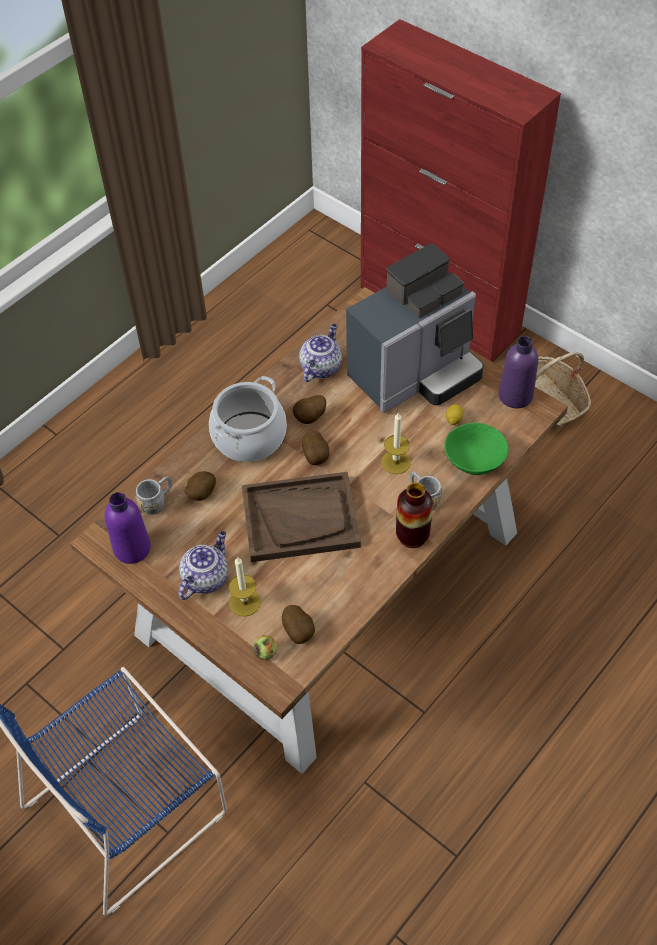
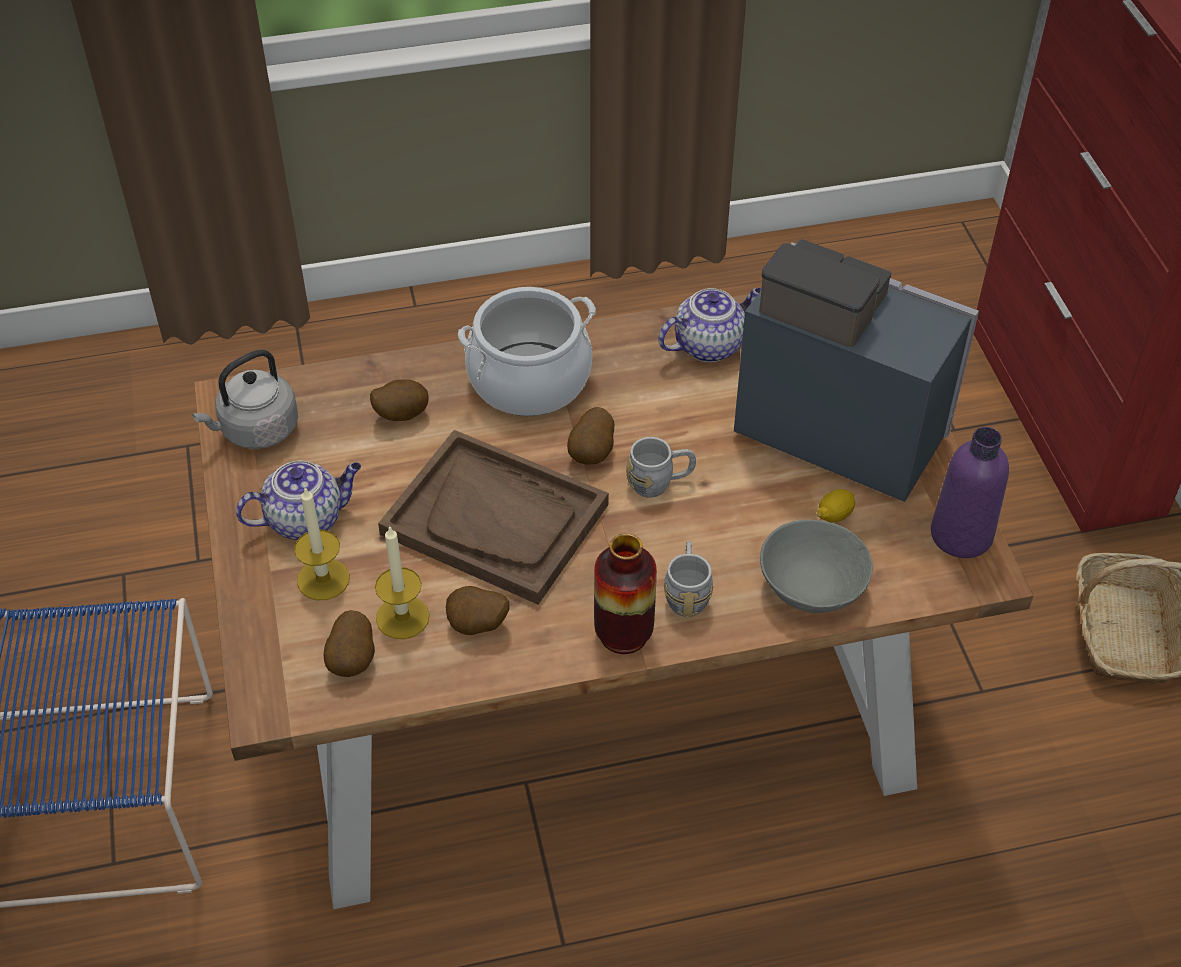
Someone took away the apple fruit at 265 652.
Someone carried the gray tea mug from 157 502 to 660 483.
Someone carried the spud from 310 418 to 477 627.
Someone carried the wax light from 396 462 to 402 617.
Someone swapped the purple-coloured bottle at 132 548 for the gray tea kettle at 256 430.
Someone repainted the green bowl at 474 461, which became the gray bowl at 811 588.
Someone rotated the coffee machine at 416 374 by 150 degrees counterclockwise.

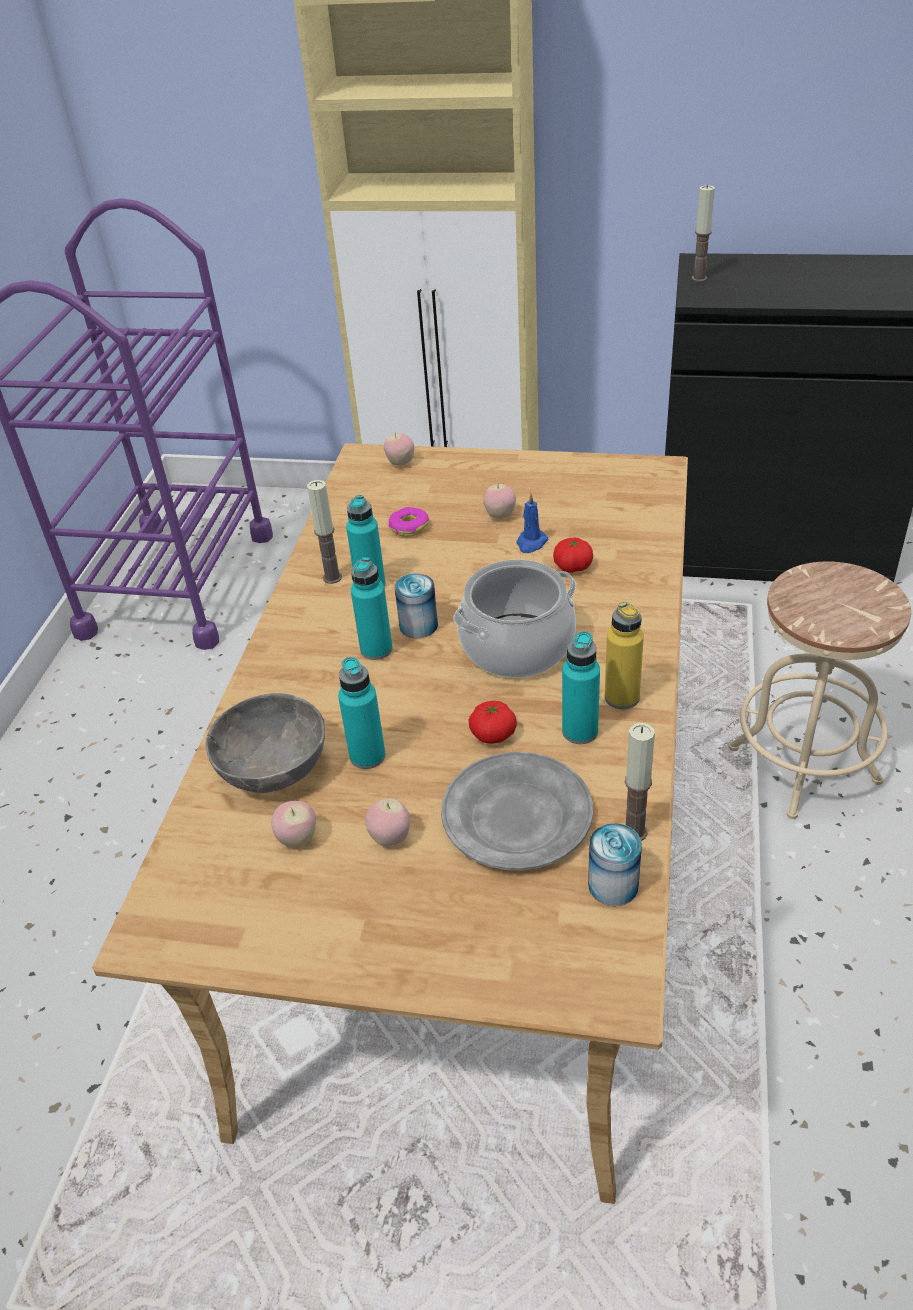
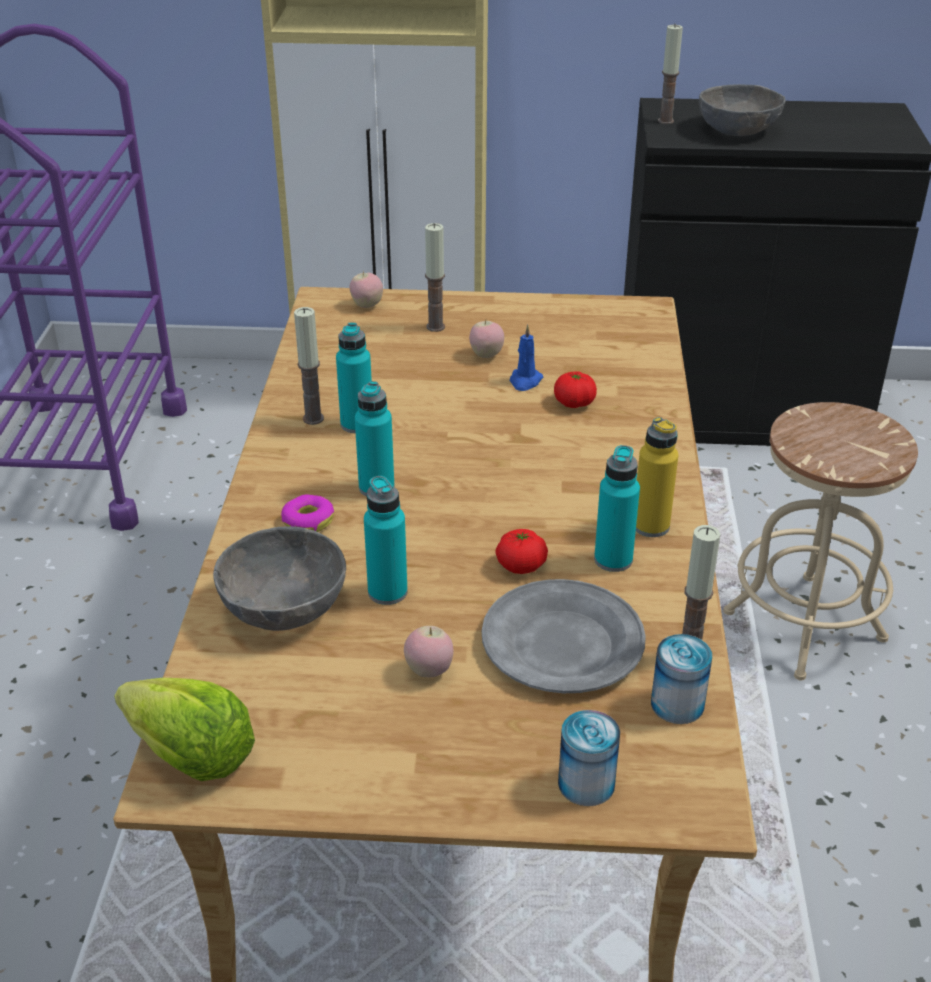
Someone took away the apple fruit at 298 839.
Someone took away the cooking pot at 517 646.
Someone put down the lettuce at 190 756.
Someone put down the wax light at 435 327.
Someone put down the gray bowl at 738 130.
Someone carried the donut from 409 527 to 308 521.
Someone carried the can from 418 625 to 586 783.

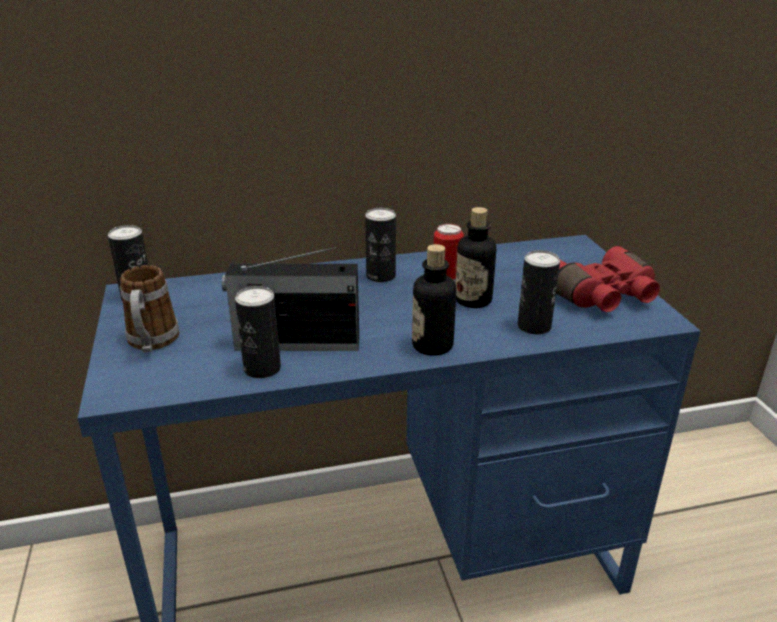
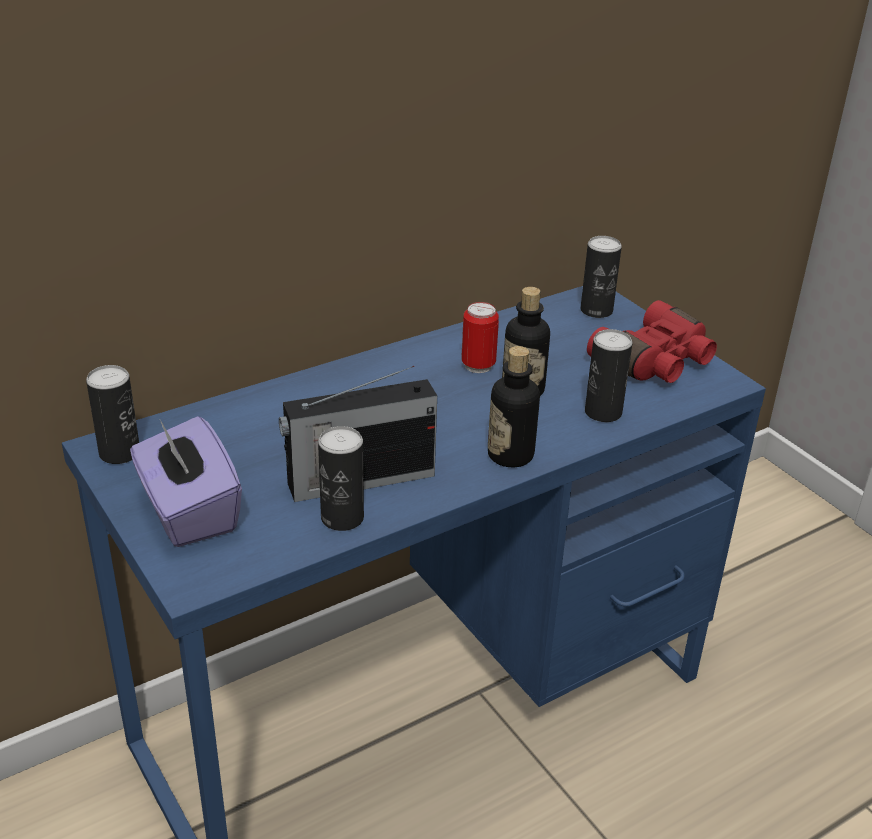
Someone carried the can from 380 276 to 596 310.
Someone swapped the tea mug at 152 344 for the purple-coloured tissue holder at 188 512.

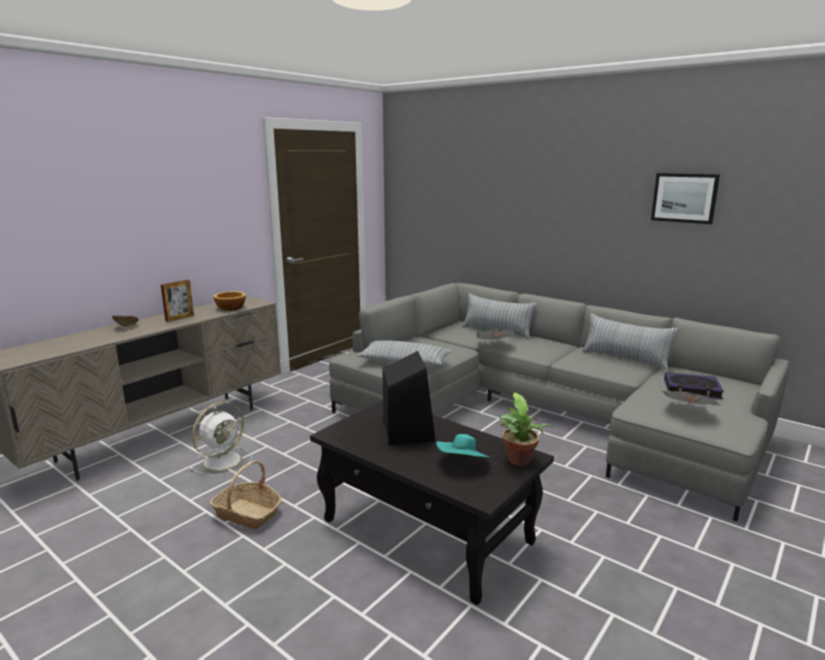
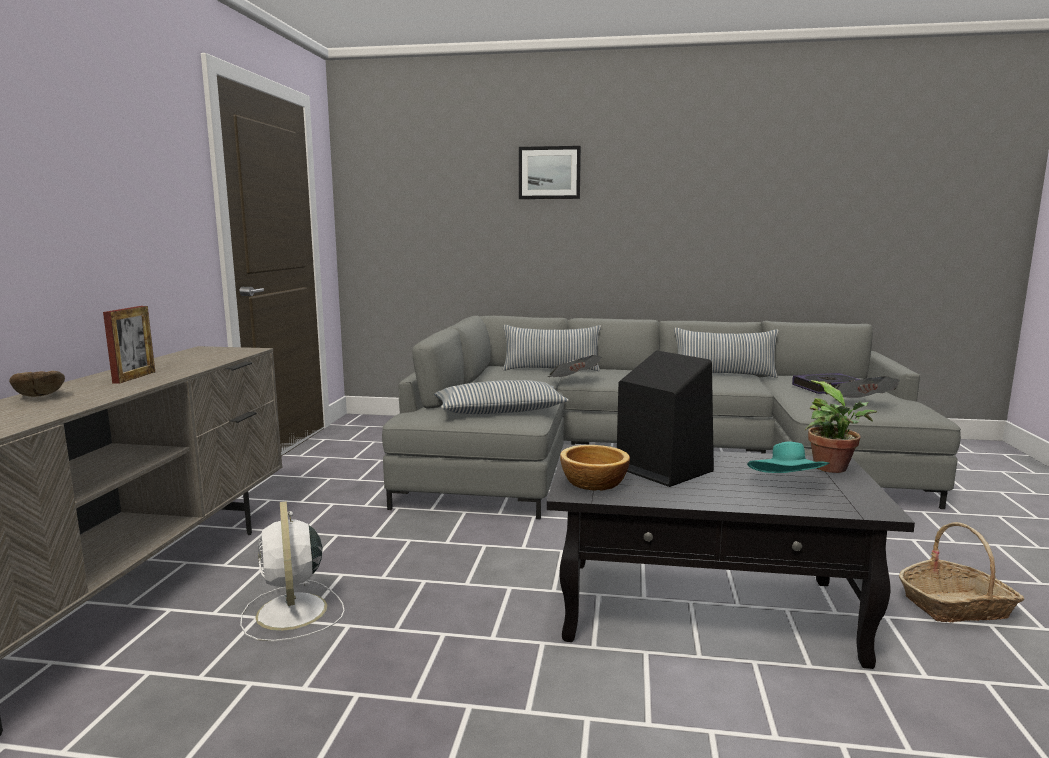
Someone carried the storage basket from 247 513 to 956 606.
Someone carried the bowl from 230 308 to 592 483.
Someone carried the picture from 684 198 to 549 173.
Someone rotated the white-coloured cooling fan at 224 460 by 150 degrees clockwise.

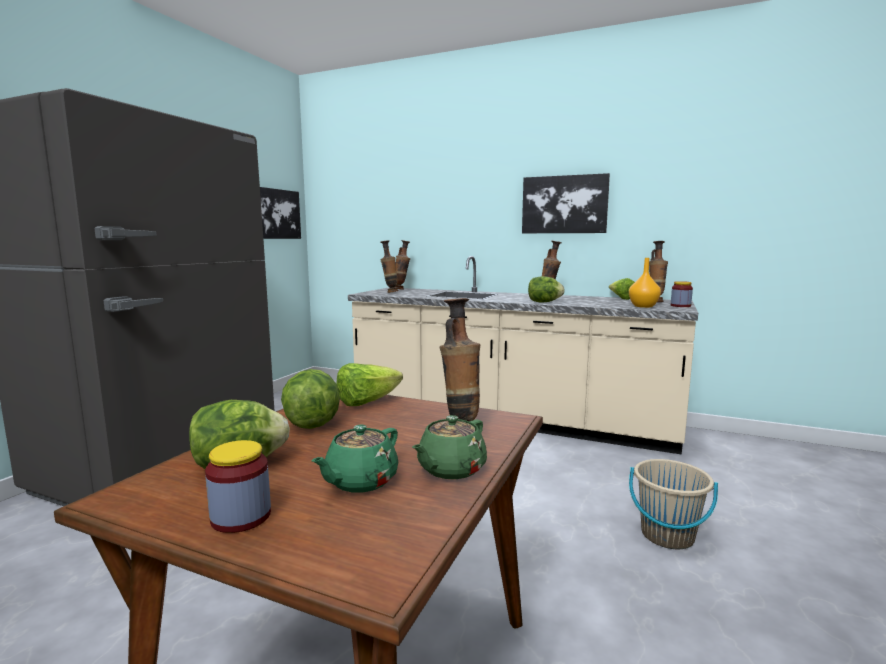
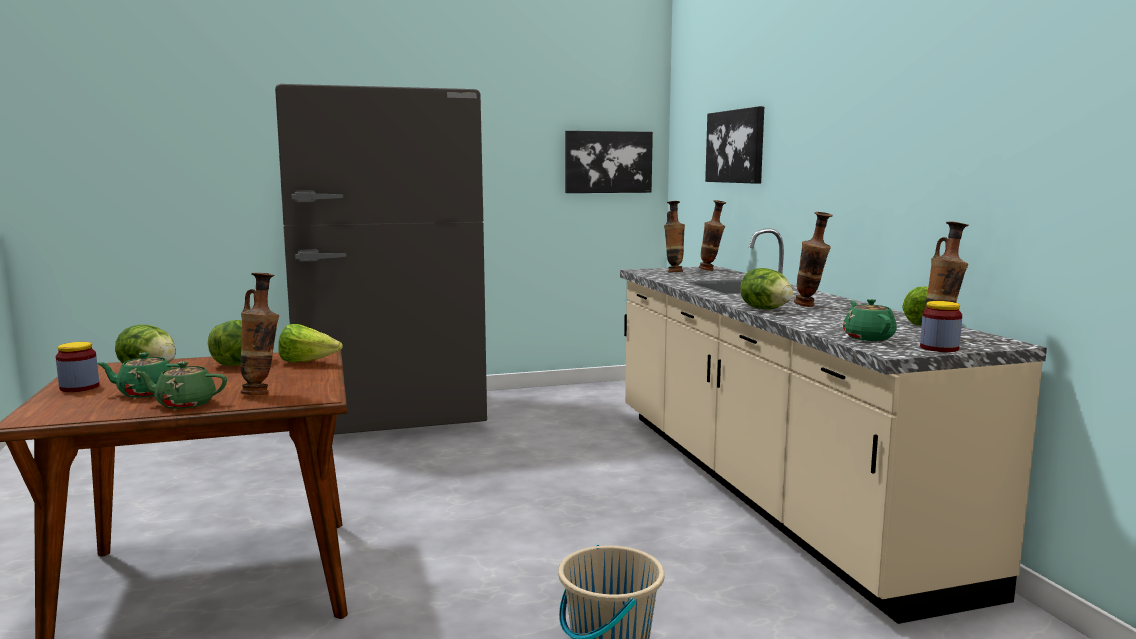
Someone carried the picture from 564 204 to 735 146.
Someone swapped the orange-coloured decorative vase at 644 306 for the green teapot at 868 338.

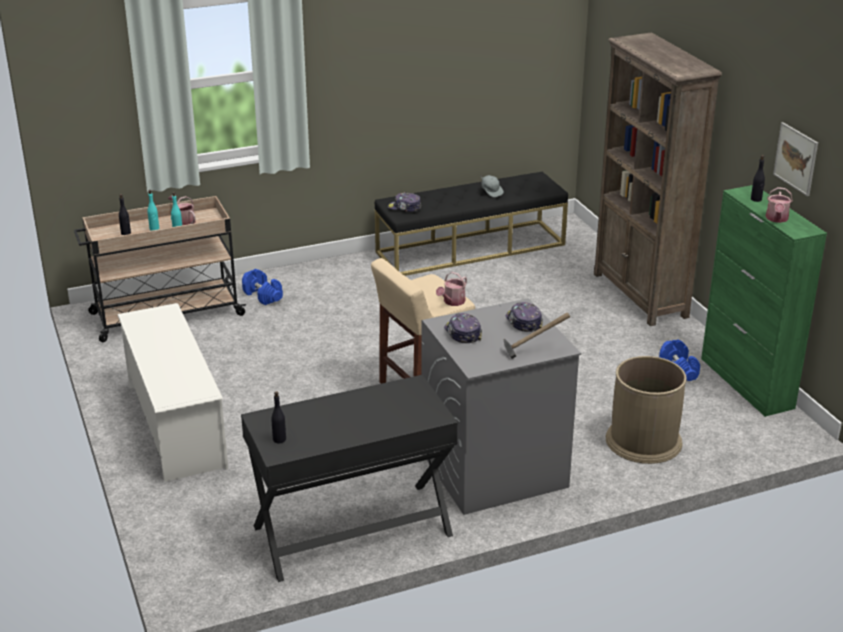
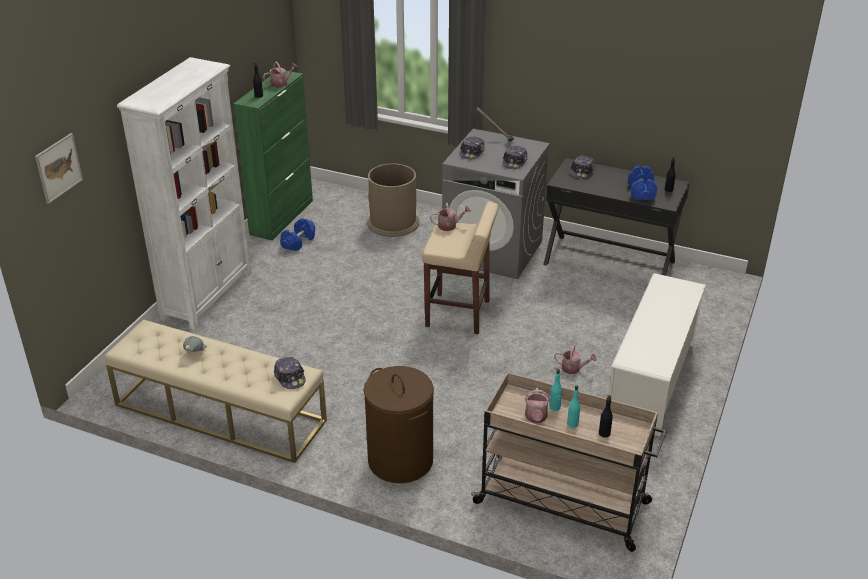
Someone put down the brown laundry basket at 400 460.
Someone put down the watering can at 573 368.
Someone put down the cap at 582 171.
Someone carried the bluish free weight from 263 296 to 641 191.
Someone carried the picture from 796 158 to 58 168.
Someone repainted the black-coloured bench at 471 248, which became the beige-coloured bench at 219 413.
Someone repainted the brown bookshelf at 640 295, which became the white-coloured bookshelf at 207 295.

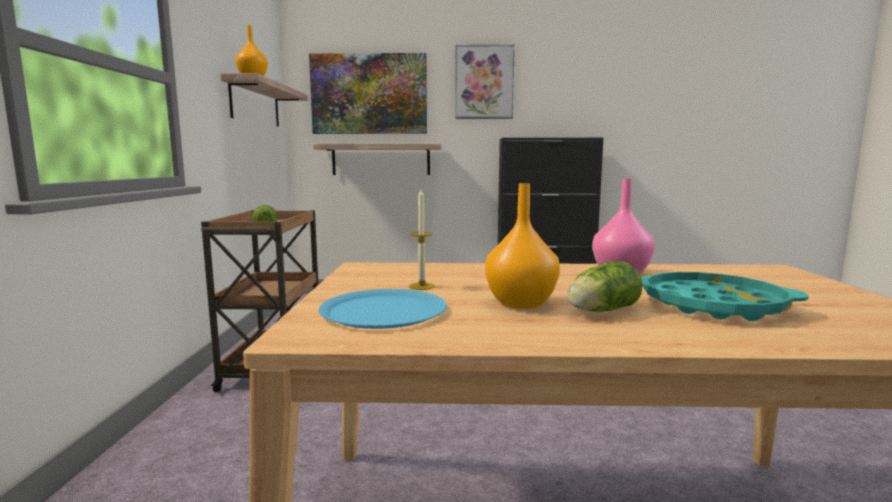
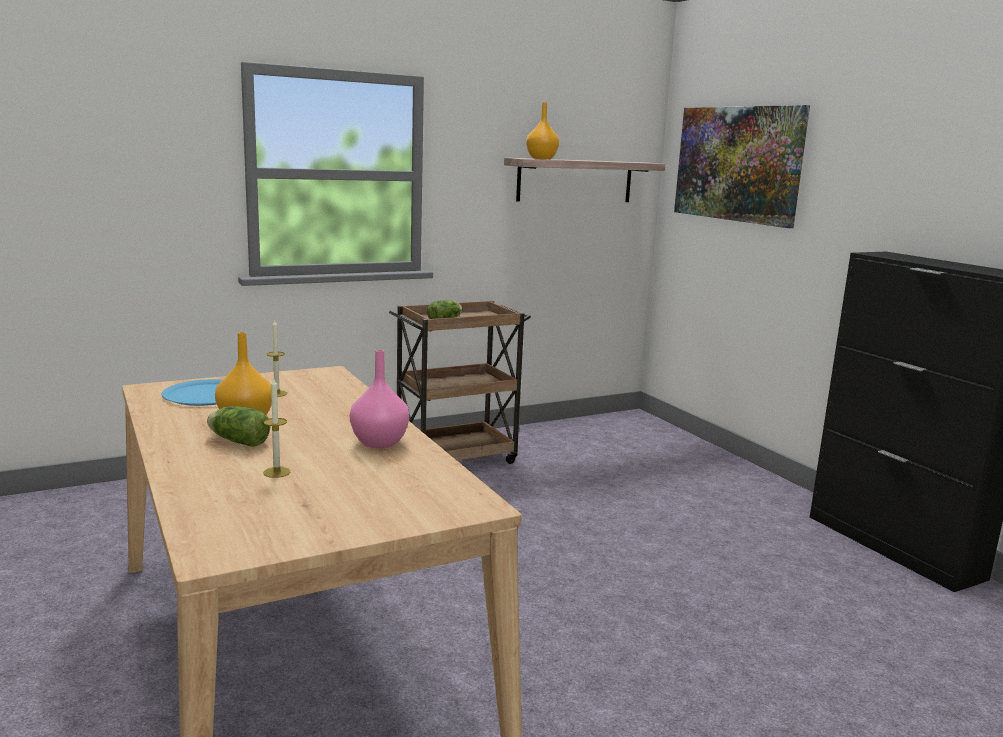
Someone took away the wall shelf at 381 159.
Someone took away the picture at 484 82.
Someone swapped the turquoise-coloured carrying tray at 712 305 for the wax light at 276 472.

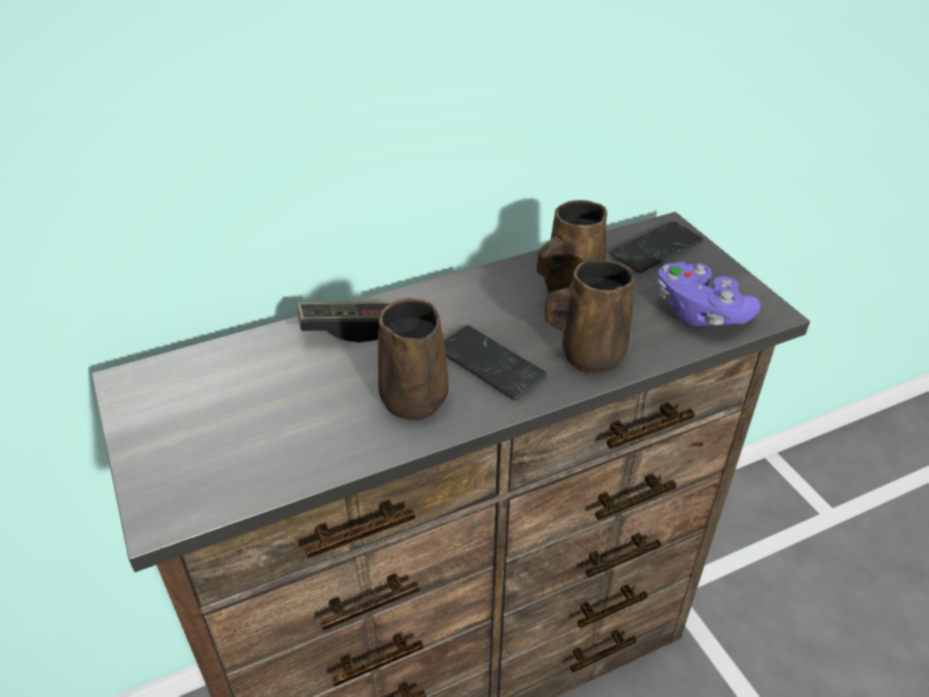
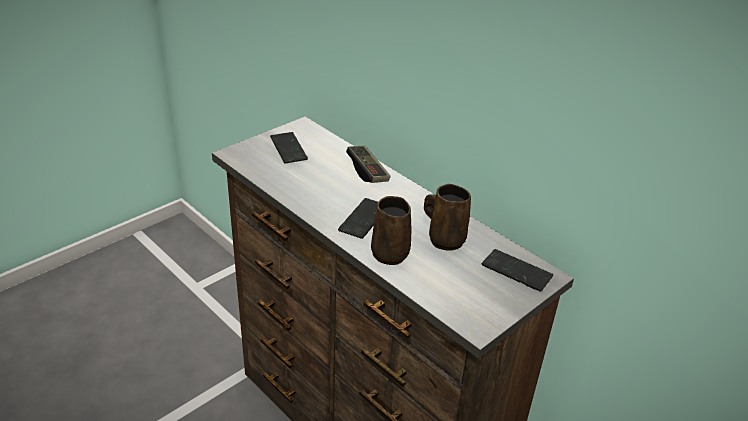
Someone took away the brown tea mug at 414 396.
Someone took away the purple-coloured game controller at 699 313.
Someone put down the handset at 288 149.

